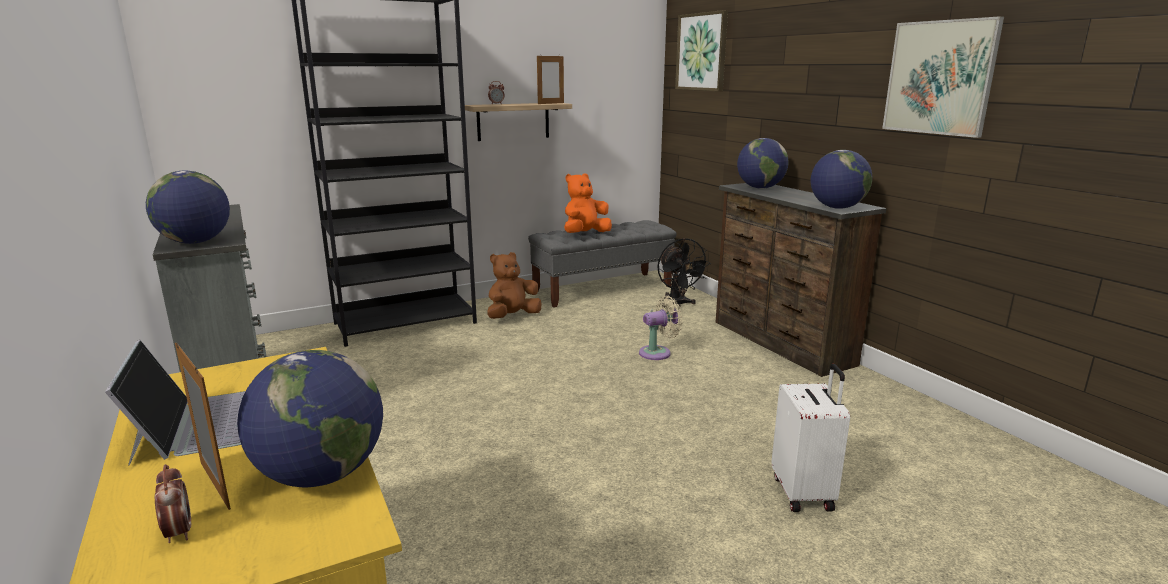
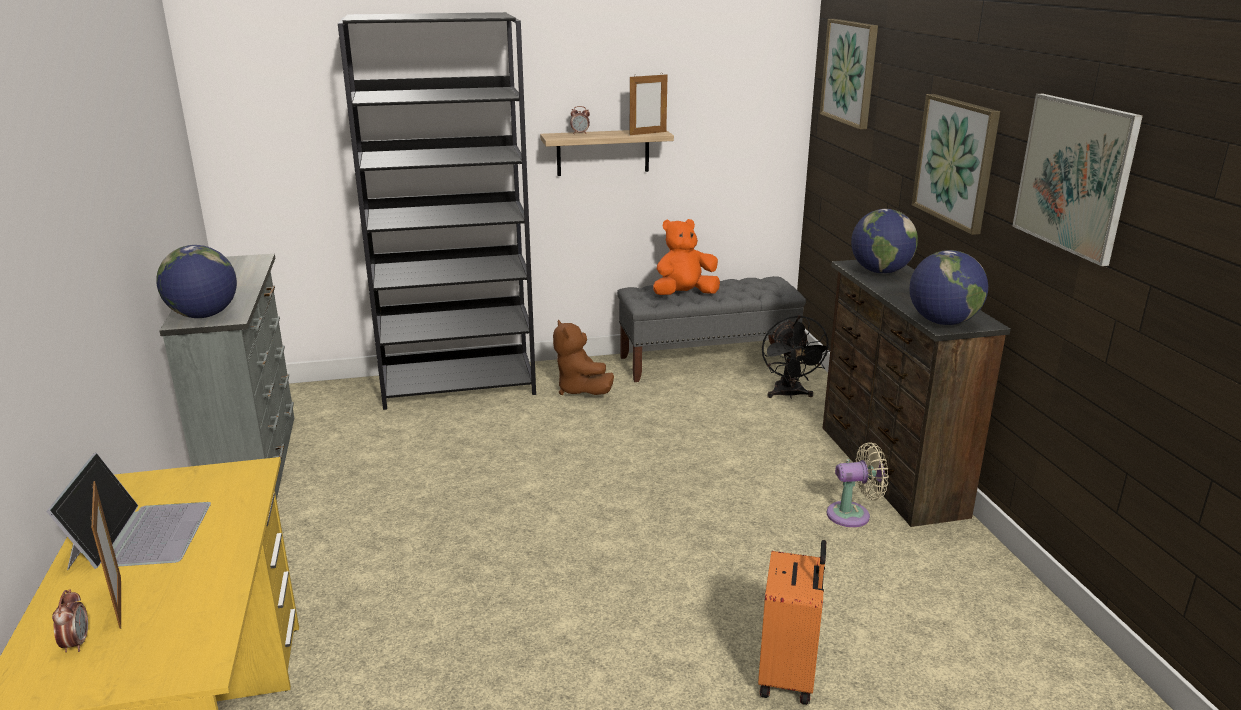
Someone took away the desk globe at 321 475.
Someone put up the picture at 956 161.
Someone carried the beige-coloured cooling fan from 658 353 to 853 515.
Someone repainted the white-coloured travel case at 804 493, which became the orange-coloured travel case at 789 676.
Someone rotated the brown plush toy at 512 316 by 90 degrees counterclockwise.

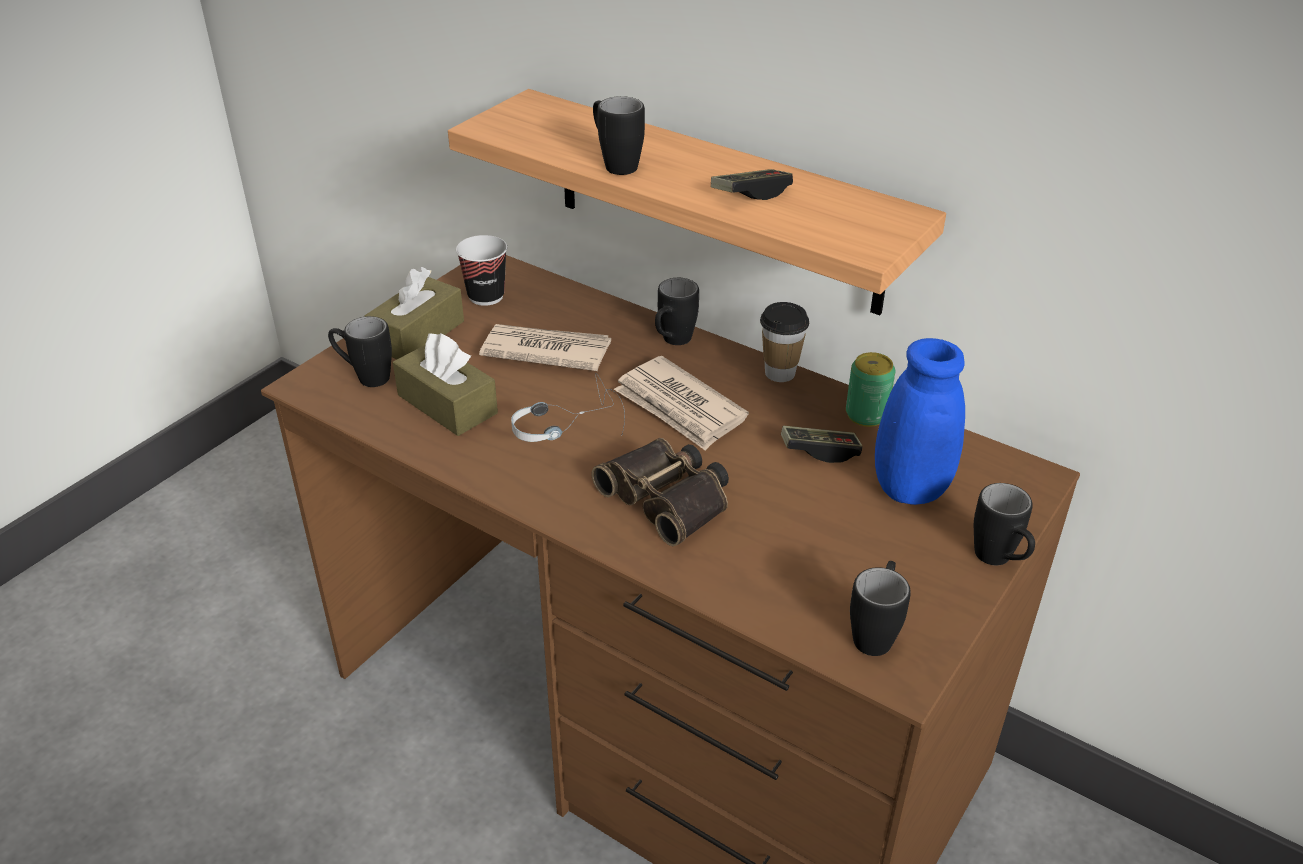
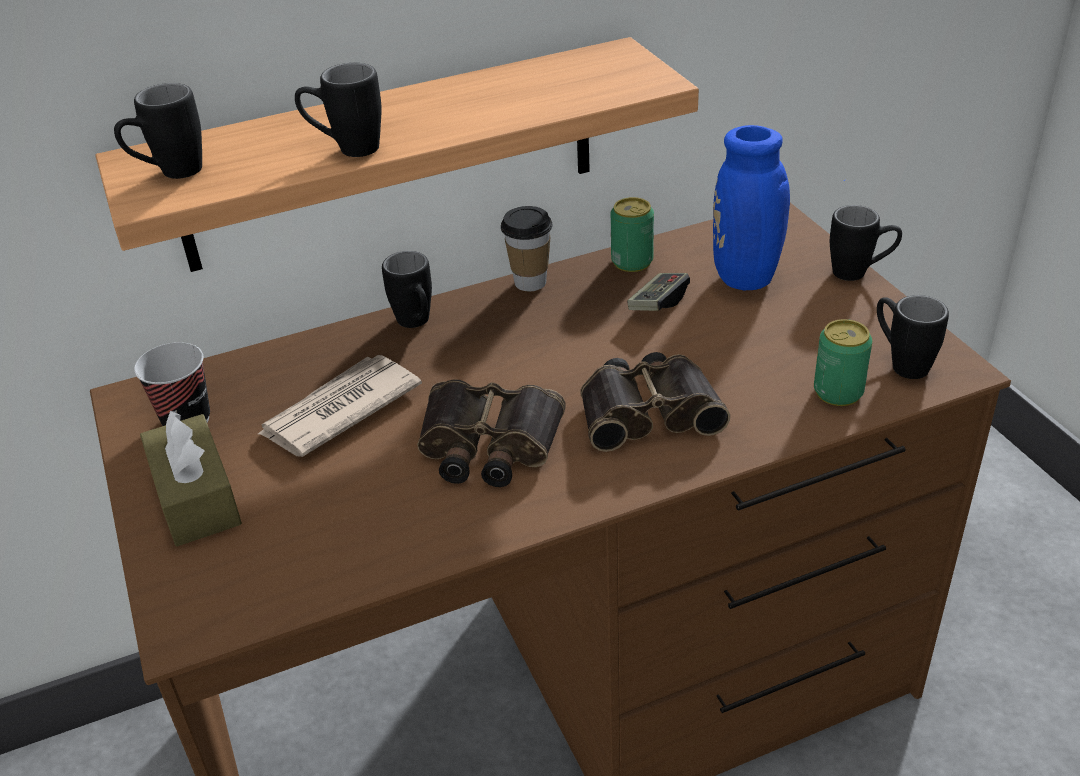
Someone took away the brown tissue holder at 447 404.
Someone took away the printed paper at 679 407.
Someone took away the game controller at 751 194.
Someone put down the can at 838 392.
Someone carried the black-coloured tea mug from 365 377 to 170 174.
Someone swapped the headphones at 561 432 for the binoculars at 487 446.

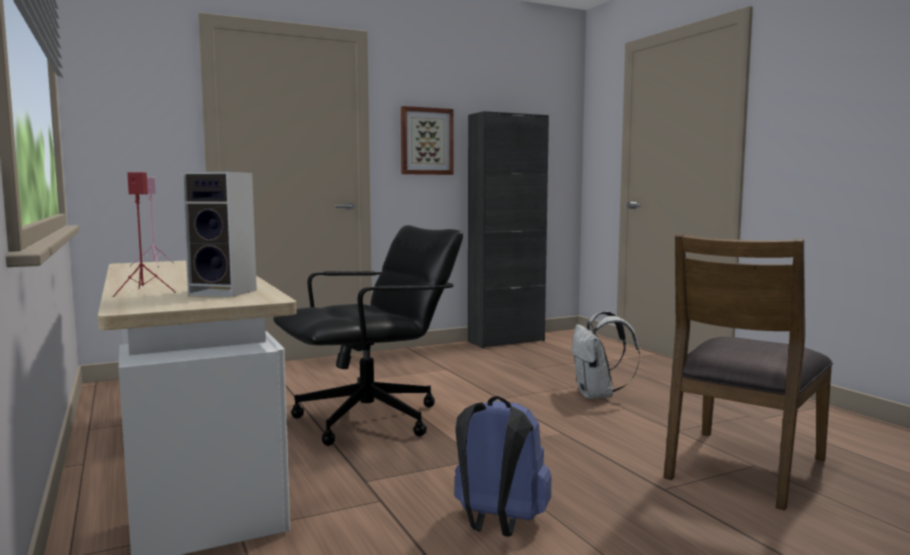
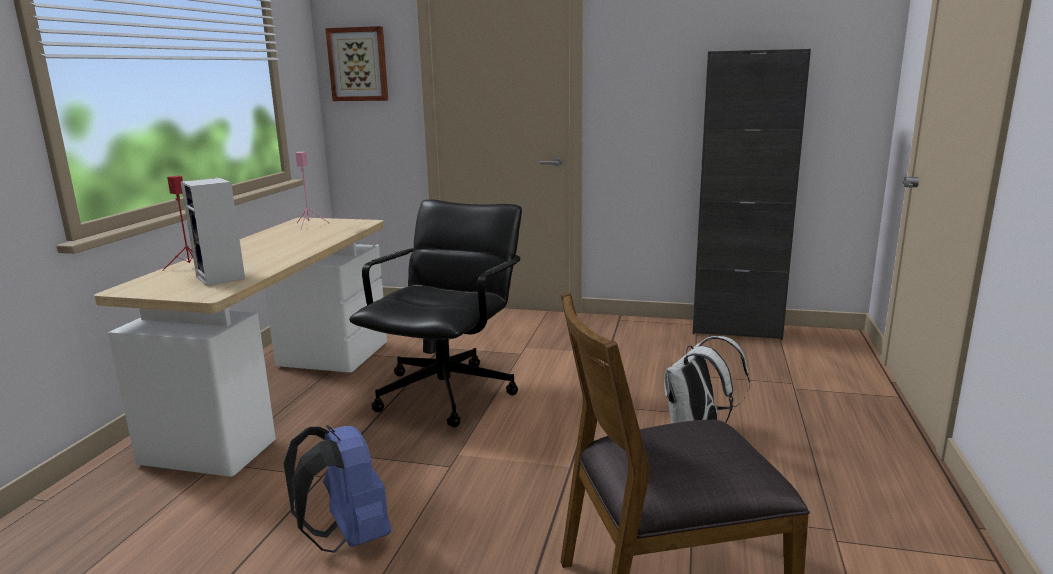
Someone carried the picture from 426 141 to 358 64.
Someone rotated the black-coloured computer chair at 370 420 by 75 degrees counterclockwise.

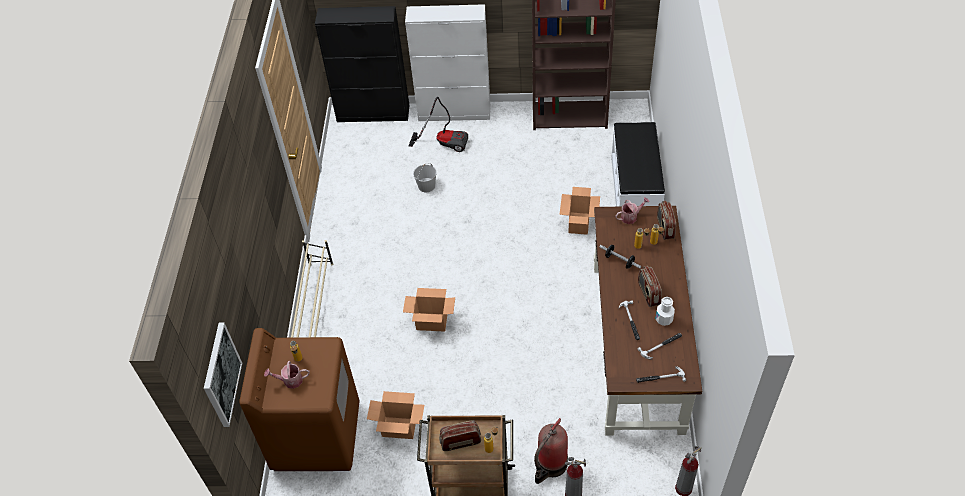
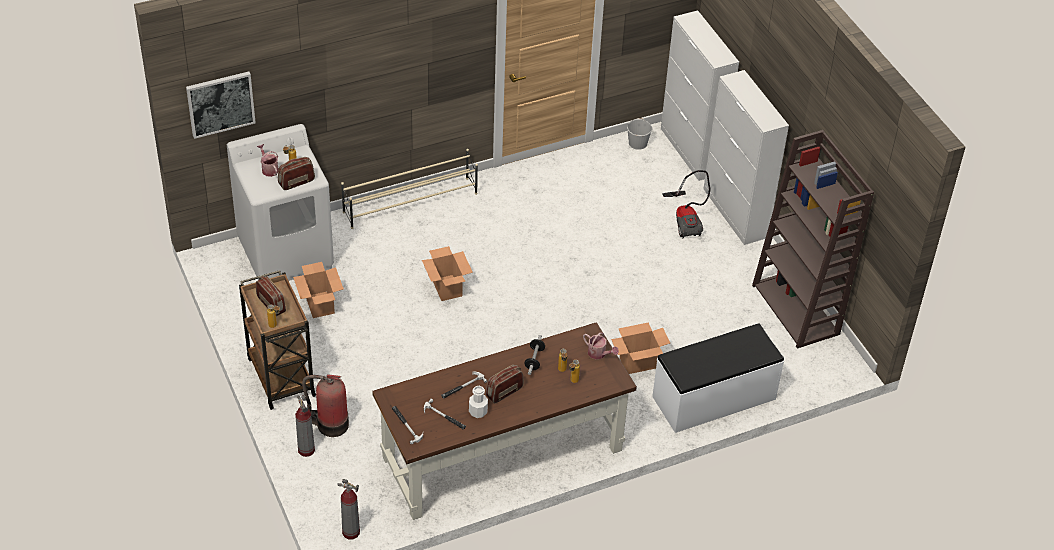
Someone carried the white-coloured pail from 426 185 to 638 143.
Someone carried the radio set from 665 227 to 296 182.
Someone repainted the brown laundry appliance at 316 435, which became the white-coloured laundry appliance at 286 253.
Someone repainted the black-coloured storage cabinet at 373 113, which became the white-coloured storage cabinet at 691 151.

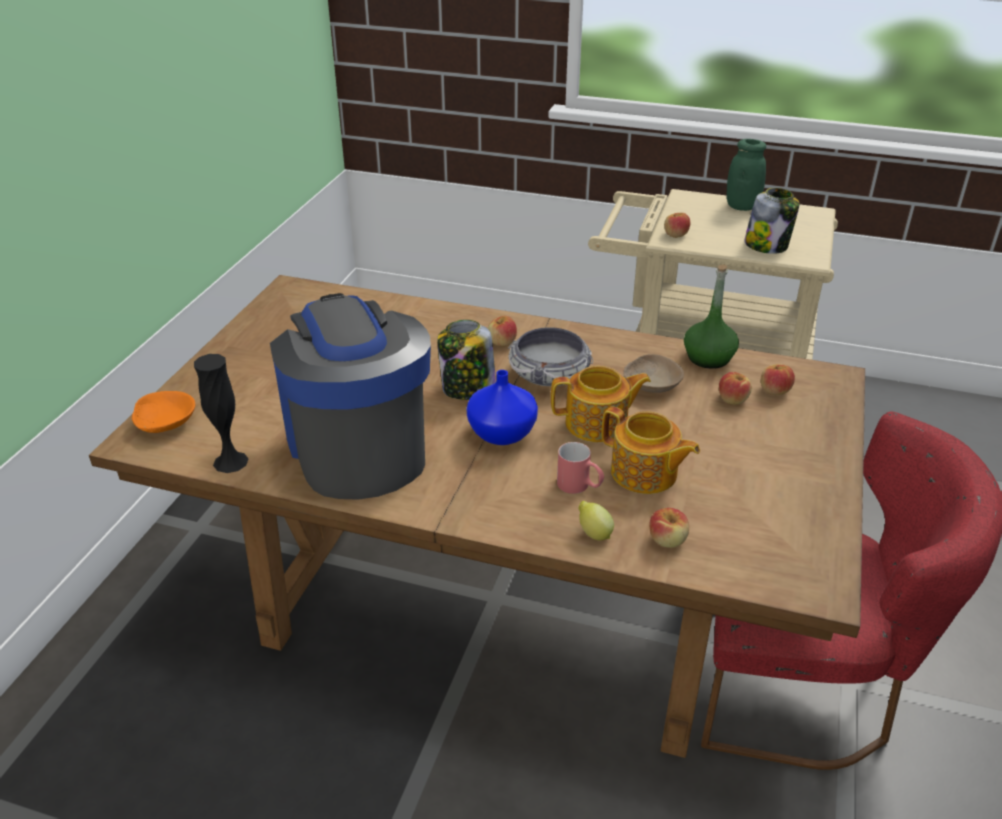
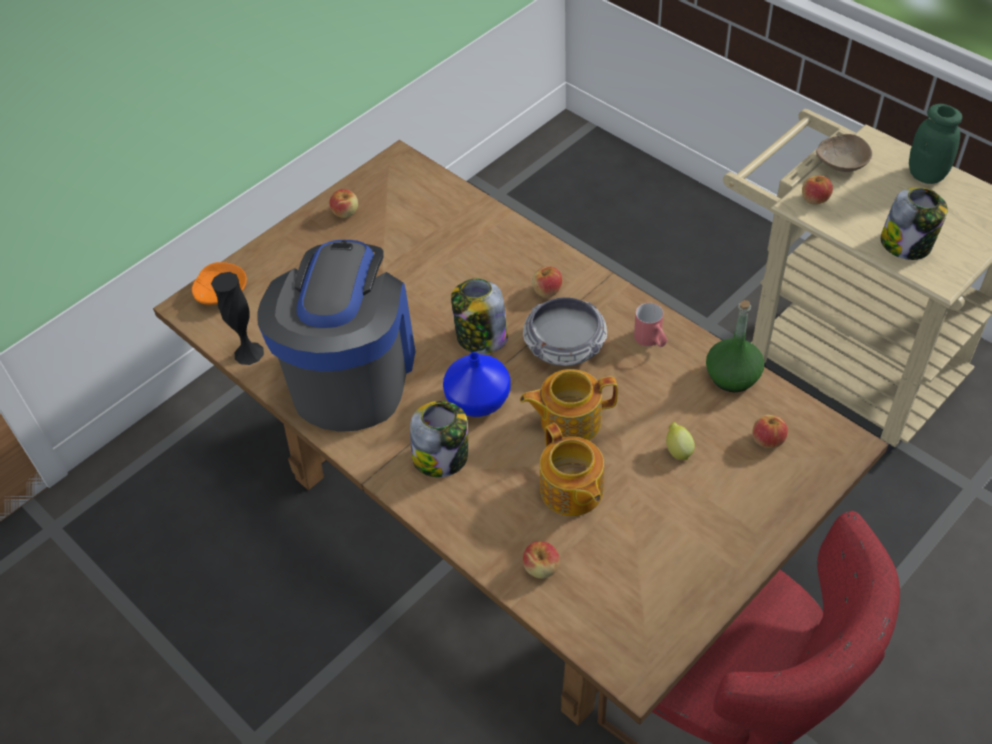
Someone put down the storage jar at 442 457.
Someone carried the reddish tea mug from 580 487 to 651 341.
Someone carried the lemon from 593 533 to 678 450.
Someone carried the beige-coloured bowl from 651 384 to 841 162.
Someone carried the apple fruit from 732 399 to 346 212.
Someone rotated the teapot at 598 424 by 150 degrees clockwise.

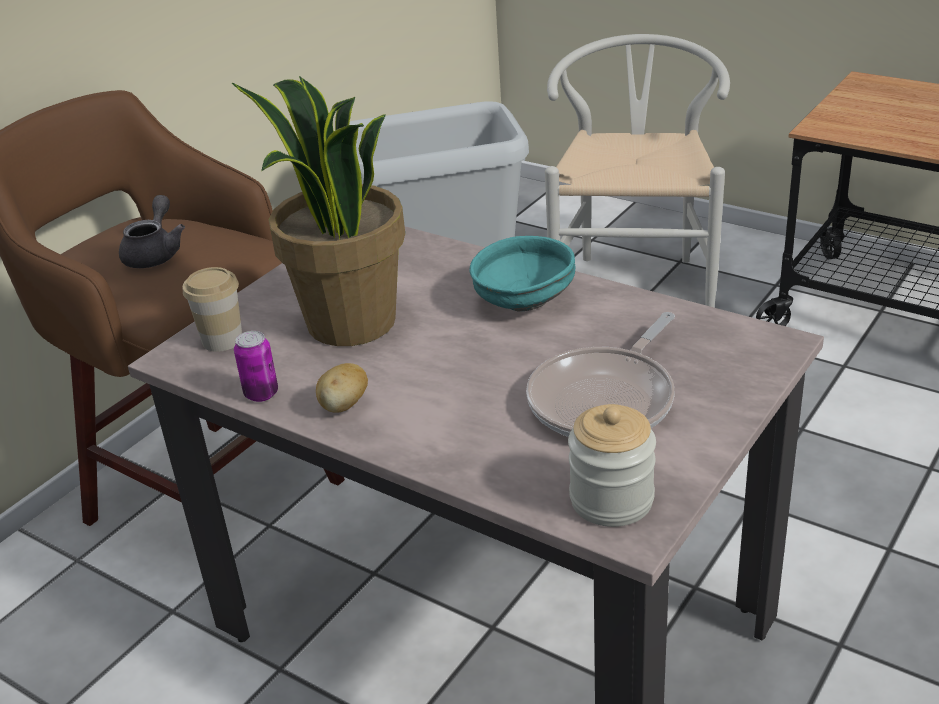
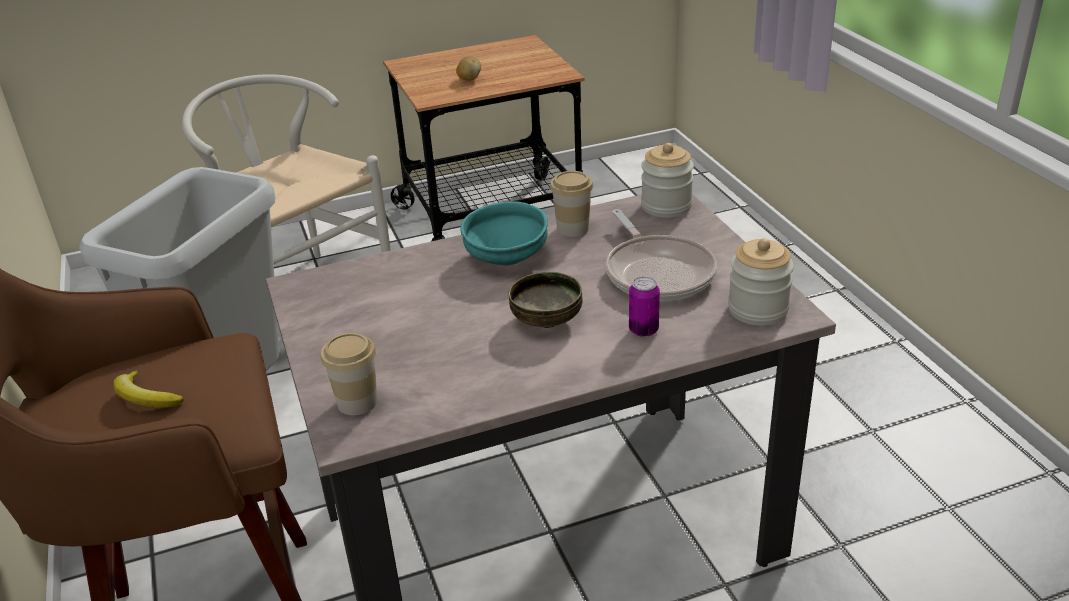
Someone took away the plant in a pot at 349 323.
Someone put down the bowl at 547 321.
Someone put down the cup at 572 228.
Someone put down the storage jar at 666 206.
Someone carried the can from 261 394 to 643 330.
Someone carried the spud from 344 406 to 469 79.
Someone swapped the gray teapot at 155 253 for the banana at 145 398.

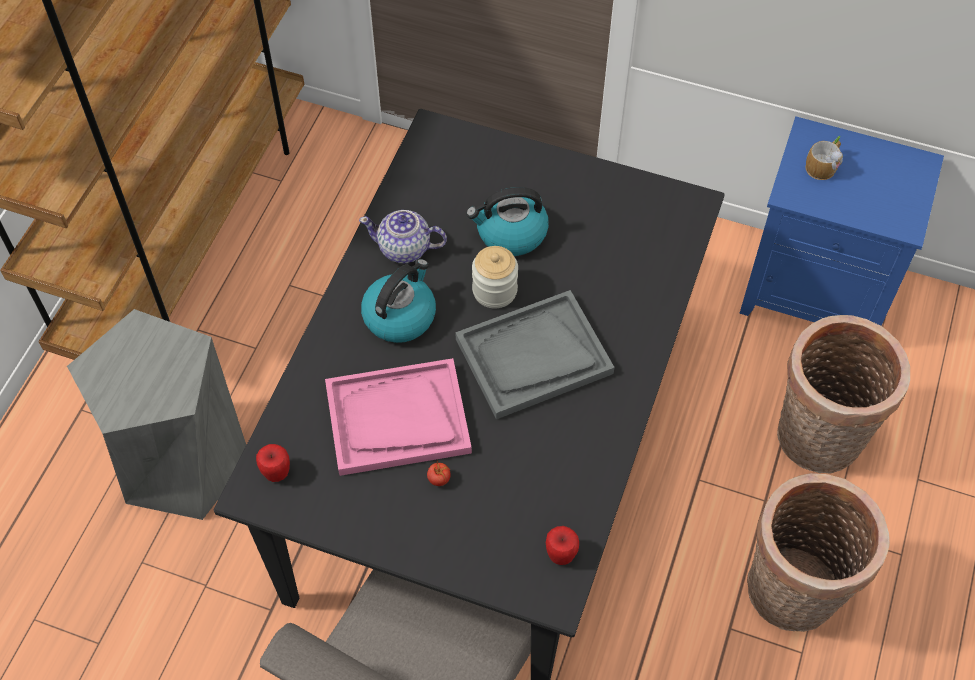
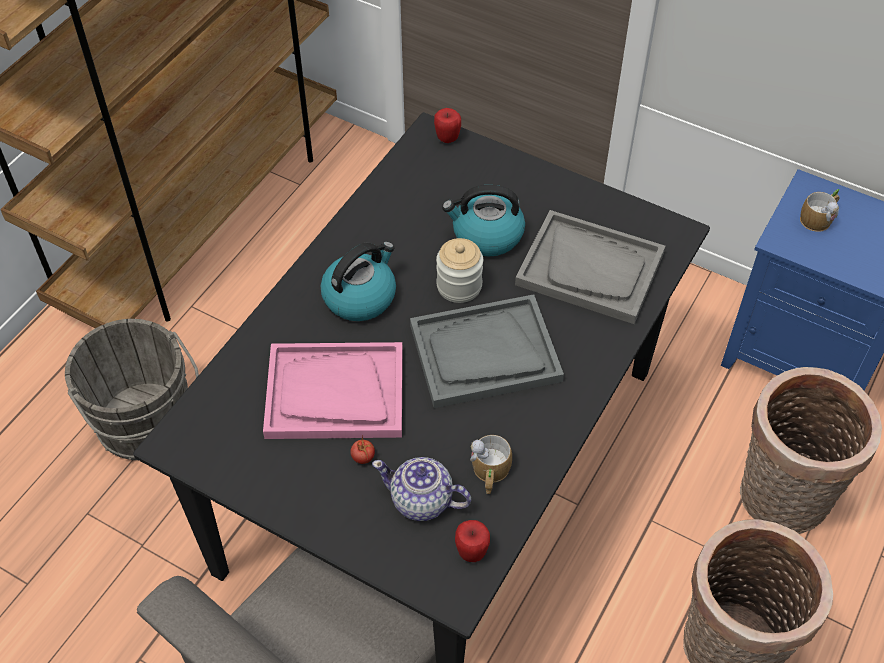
Someone put down the tea mug at 489 473.
Someone put down the gray carrying tray at 590 269.
Someone carried the apple fruit from 276 472 to 447 138.
Someone carried the teapot from 405 249 to 422 501.
Someone swapped the gray sitting stool at 182 463 for the gray pail at 148 426.

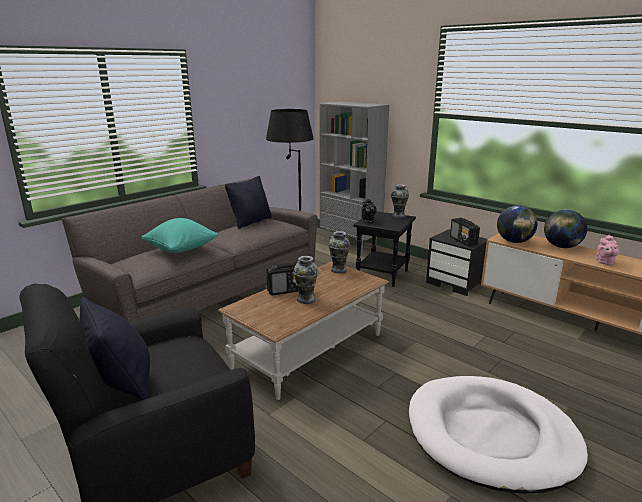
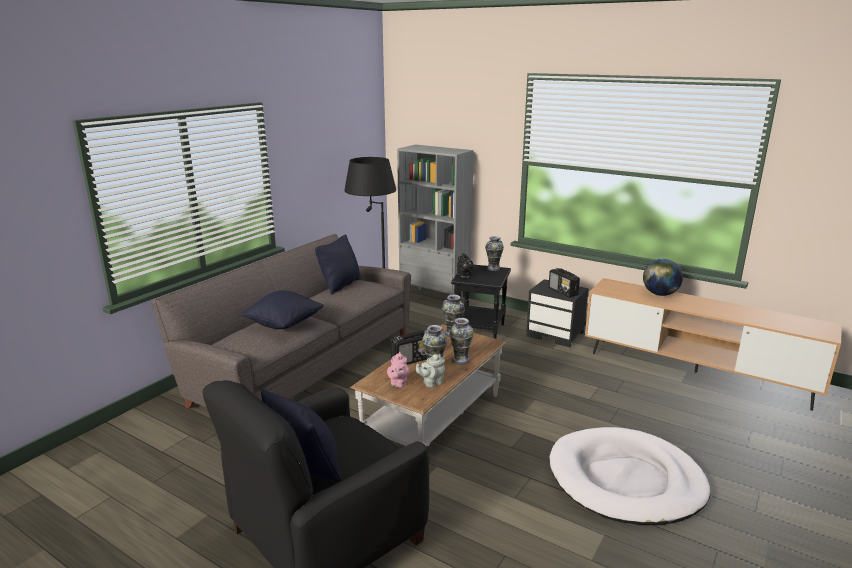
Someone took away the desk globe at 514 241.
Someone put down the gray teapot at 431 383.
Someone put down the decorative vase at 460 360.
Someone carried the pink teapot from 604 262 to 398 383.
Someone repainted the turquoise-coloured throw pillow at 181 250, which became the black-coloured throw pillow at 284 325.

